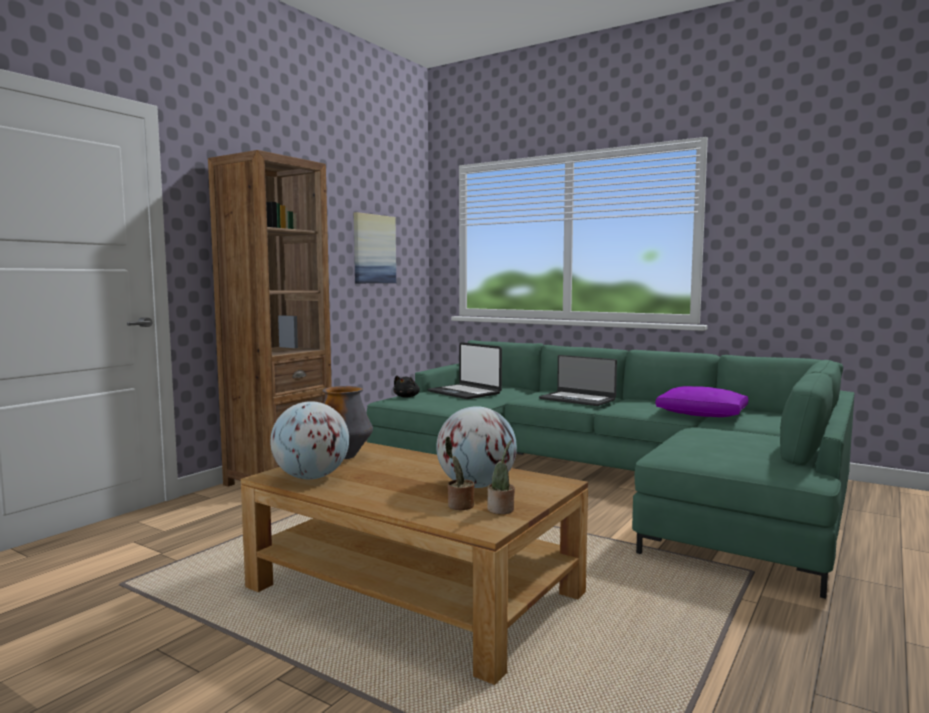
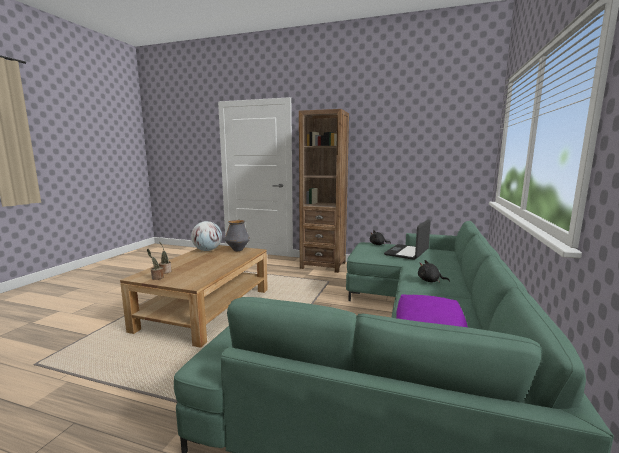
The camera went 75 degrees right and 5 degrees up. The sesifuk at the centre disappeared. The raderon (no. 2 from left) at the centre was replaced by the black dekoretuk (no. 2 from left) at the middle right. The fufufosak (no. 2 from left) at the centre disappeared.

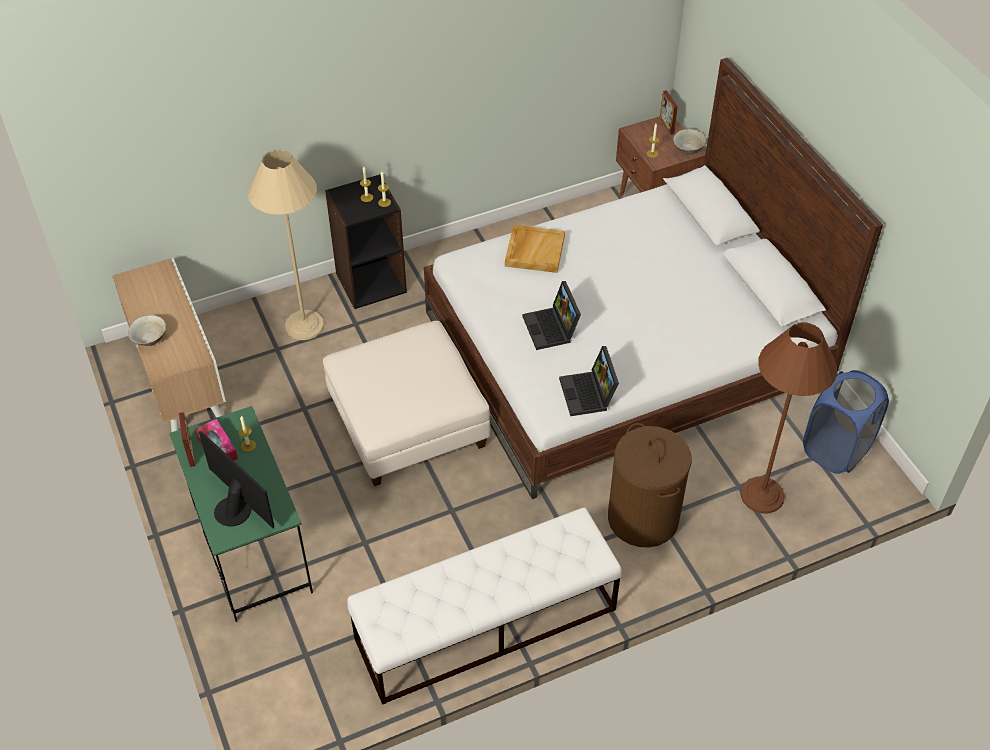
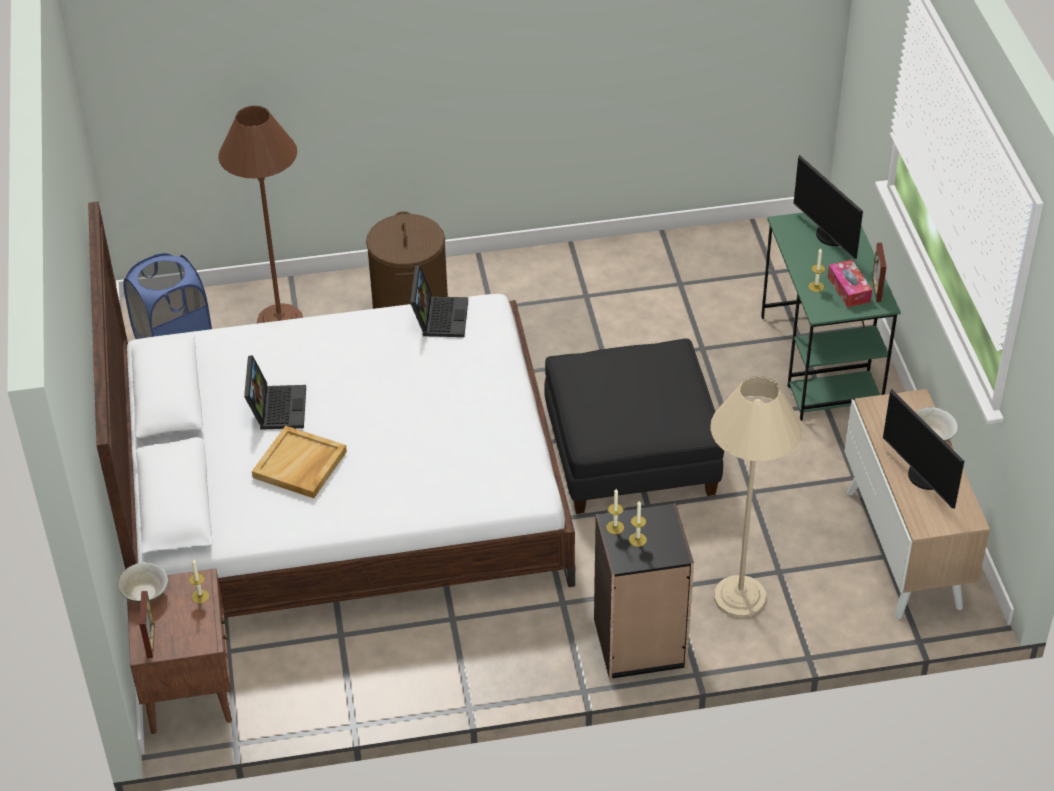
The camera went 165 degrees left and 5 degrees down. The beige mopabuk moved from the top centre to the middle left. The raderon (no. 1 from left) moved from the centre to the middle left. The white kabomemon at the centre became the black kabomemon at the centre. The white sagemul at the bottom centre disappeared. The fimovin (no. 2 from left) at the middle right appeared.

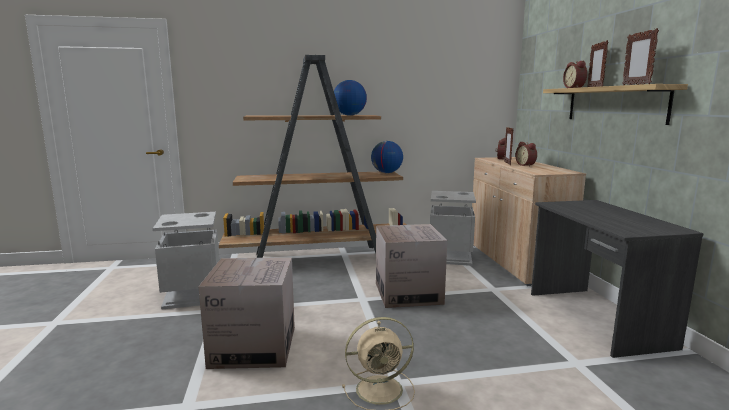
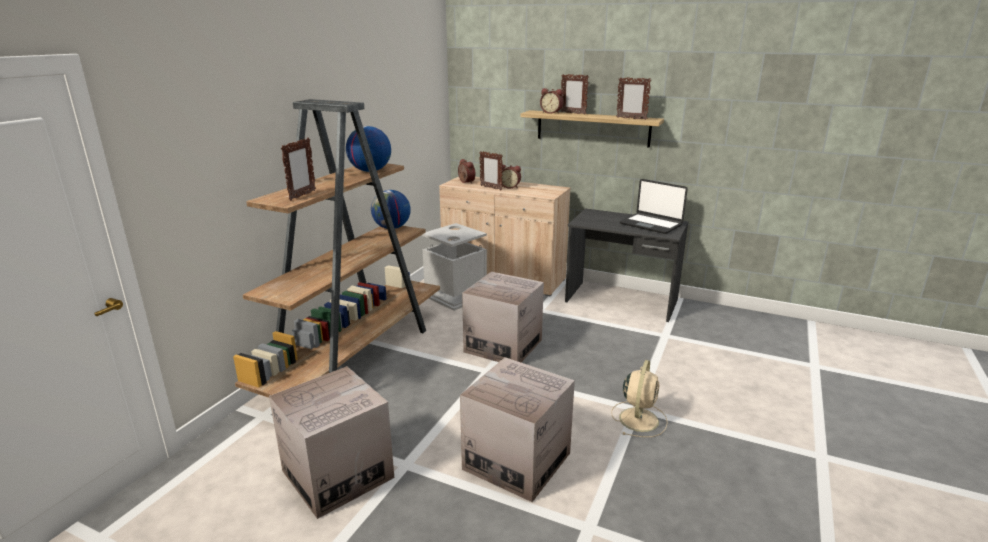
The camera went 55 degrees left and 10 degrees up. The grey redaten (no. 1 from left) at the middle left was replaced by the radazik (no. 1 from left) at the bottom centre. The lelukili (no. 1 from left) at the top left appeared. The raderon at the centre appeared.

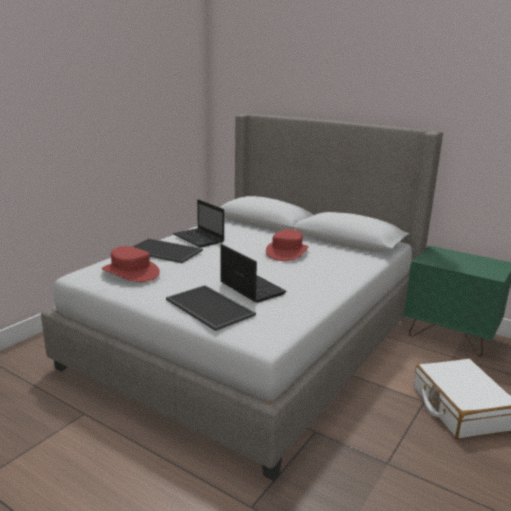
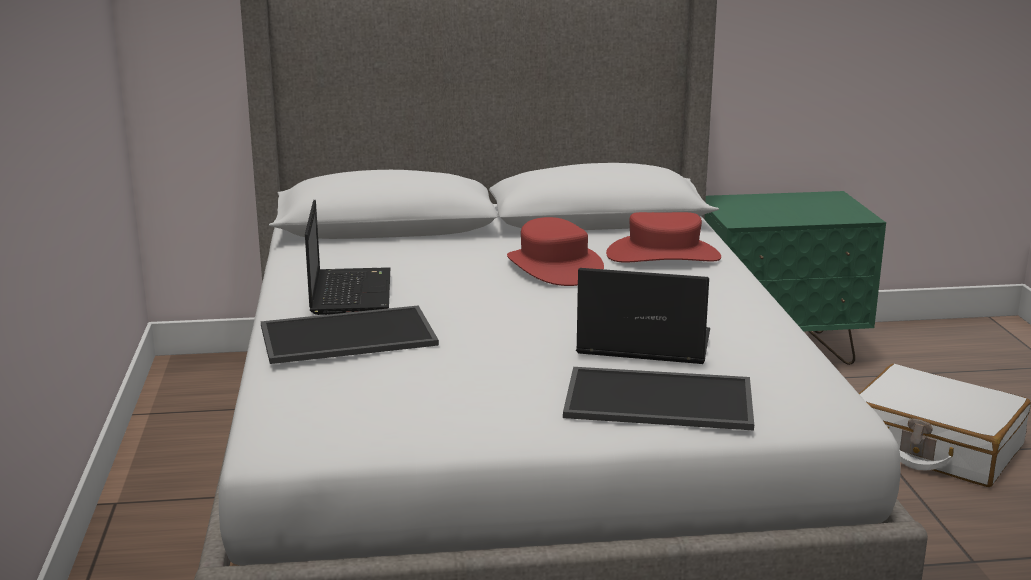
The camera went 40 degrees left and 0 degrees up. The raderon (no. 1 from left) at the centre turned 105 degrees counterclockwise. The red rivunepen (no. 1 from left in the first image) moved from the middle left to the centre.

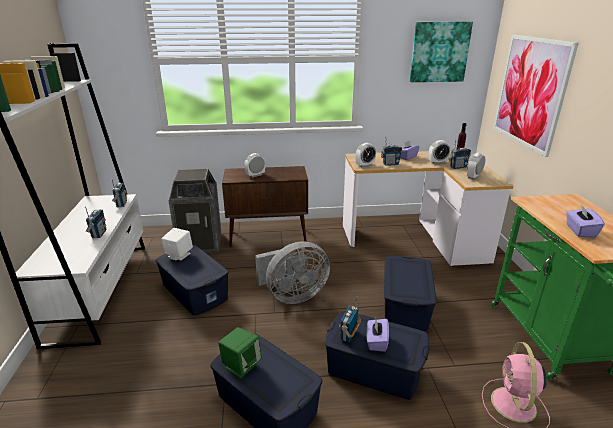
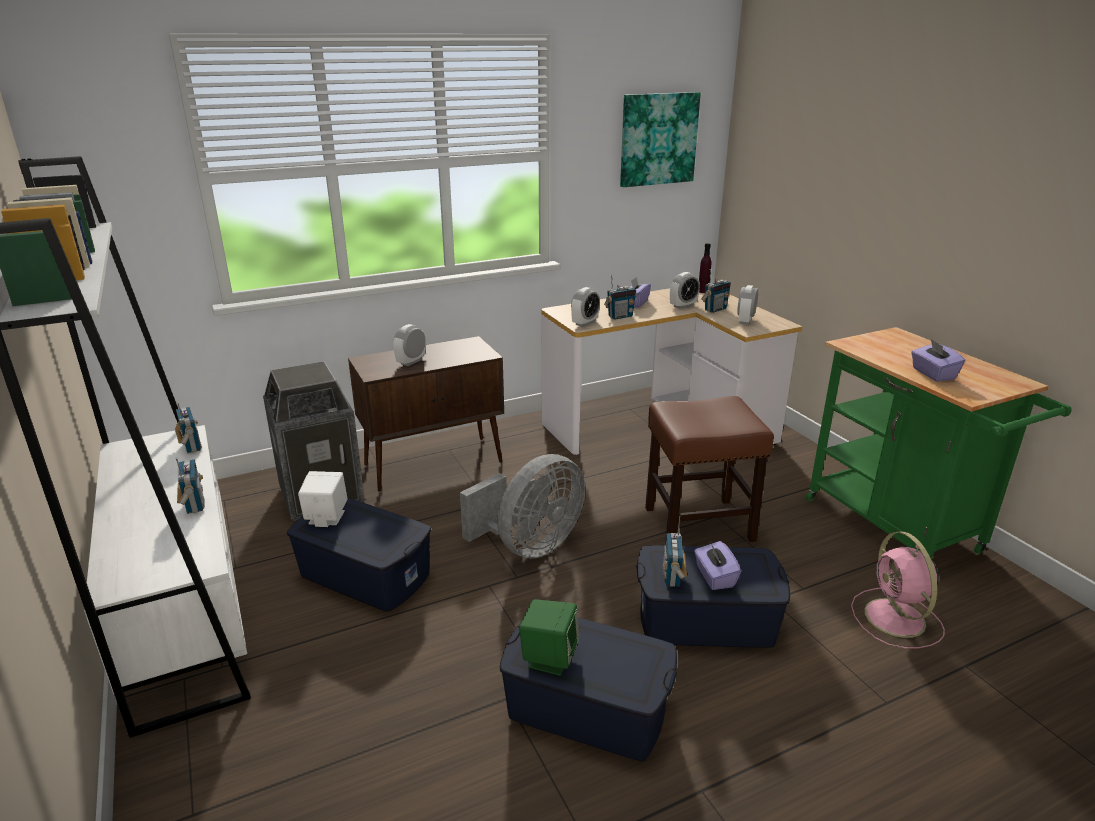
The camera went 20 degrees left and 0 degrees up. The sesifuk (no. 2 from left) at the top right disappeared. The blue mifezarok (no. 4 from left) at the bottom right was replaced by the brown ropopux at the centre.

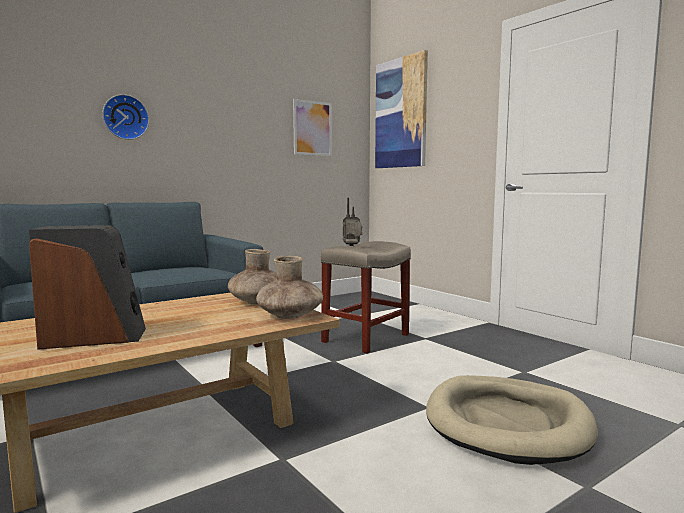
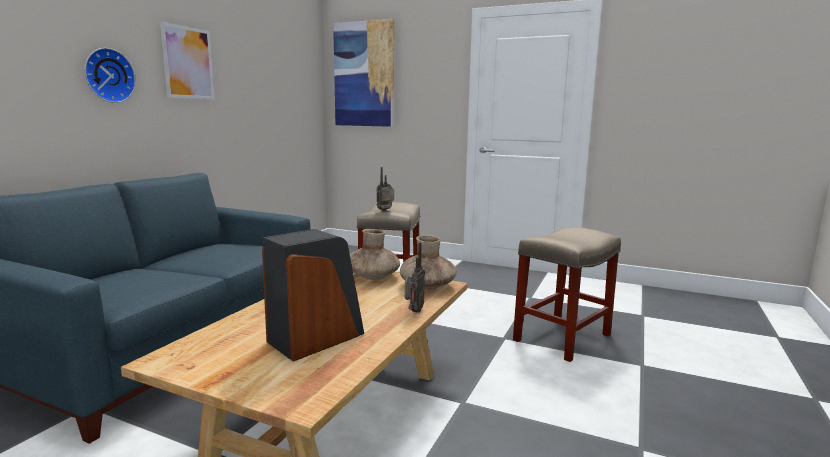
The camera went 30 degrees left and 5 degrees up. The sesifuk (no. 1 from left) moved from the top centre to the top left. The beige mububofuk at the bottom right was replaced by the beige ropopux (no. 2 from left) at the middle right. The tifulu (no. 2 from left) at the centre appeared.

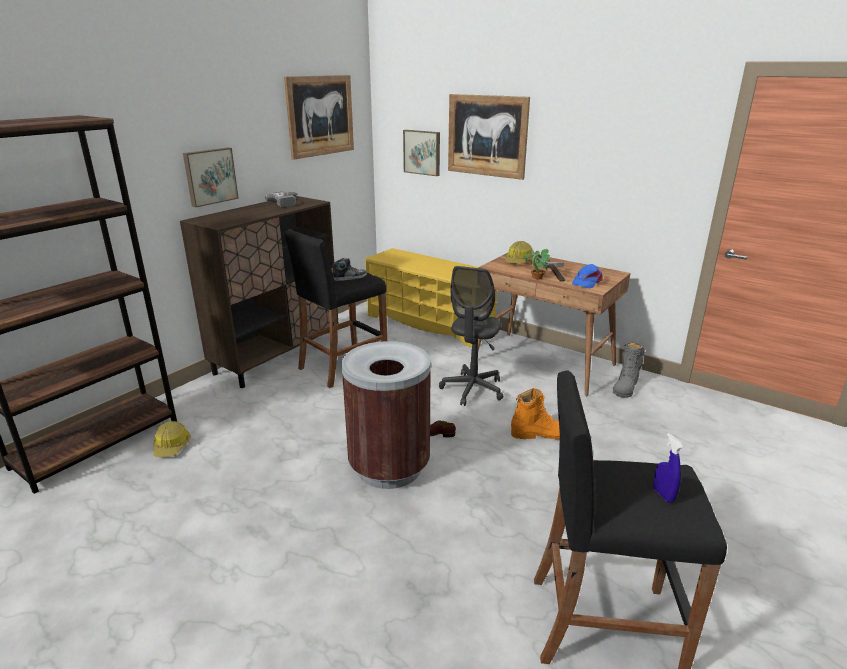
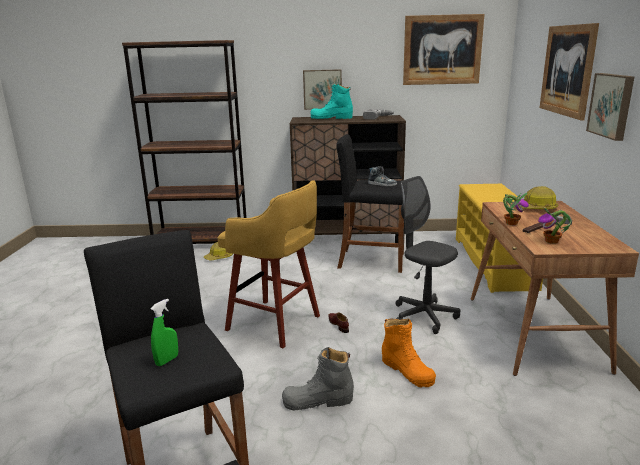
The camera went 55 degrees right and 5 degrees down. The sesifuk (no. 3 from left in the first image) moved from the top centre to the top right. The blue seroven at the middle right was replaced by the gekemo (no. 2 from left) at the middle right. The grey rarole at the centre turned 60 degrees clockwise. The brown redaten at the centre was replaced by the yellow ropopux at the centre. The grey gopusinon moved from the middle right to the bottom centre. The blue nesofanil at the bottom right became the green nesofanil at the bottom left. The turquoise gopusinon at the top centre appeared.

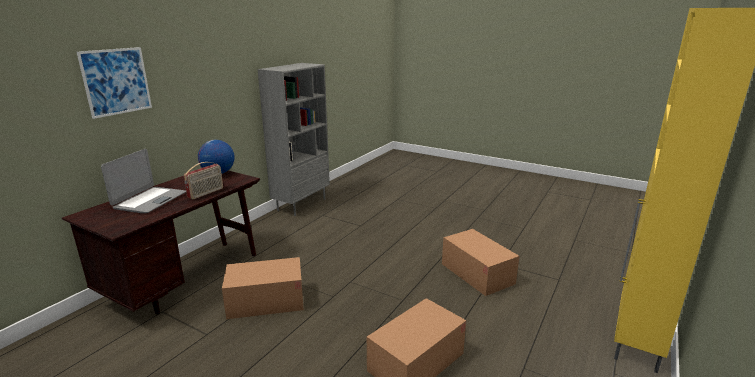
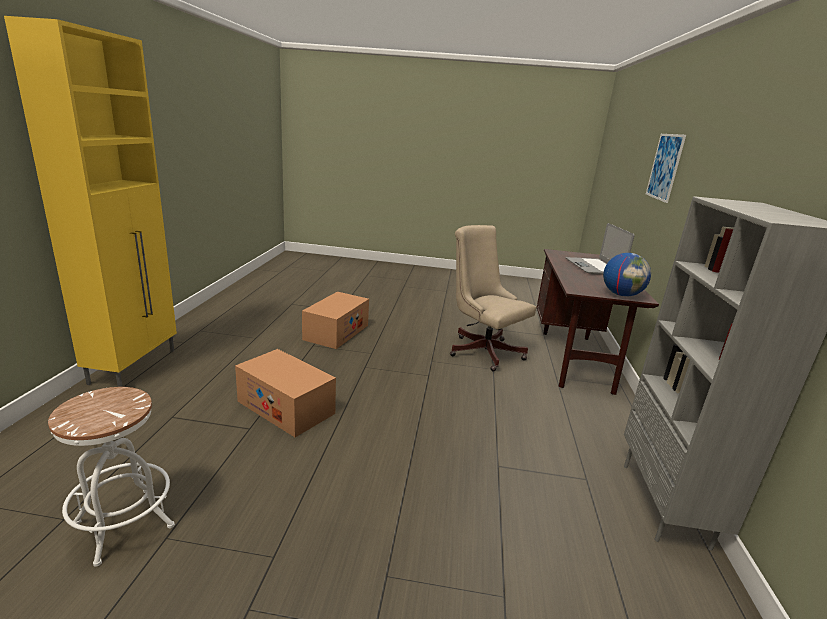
The camera went 155 degrees right and 0 degrees up. The tifulu at the middle left disappeared. The radazik (no. 1 from left) at the bottom centre was replaced by the beige rarole at the centre. The white ropopux at the bottom left appeared.

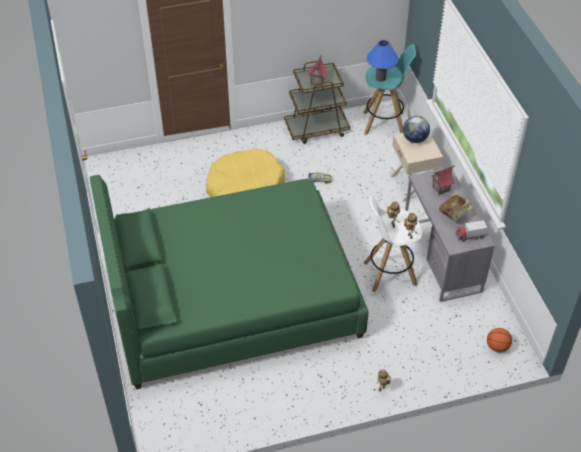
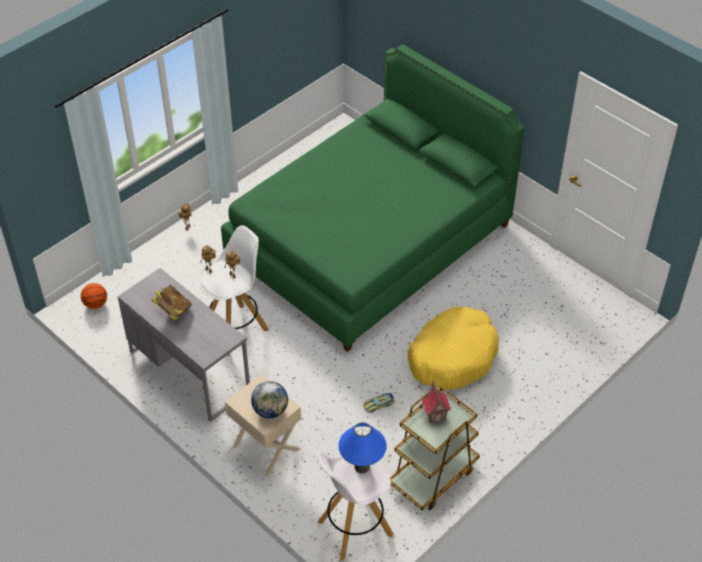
The camera went 150 degrees right and 0 degrees up. The turquoise ropopux at the top right became the white ropopux (no. 2 from left) at the bottom centre. The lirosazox (no. 2 from left) at the middle right disappeared. The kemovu at the middle right disappeared.

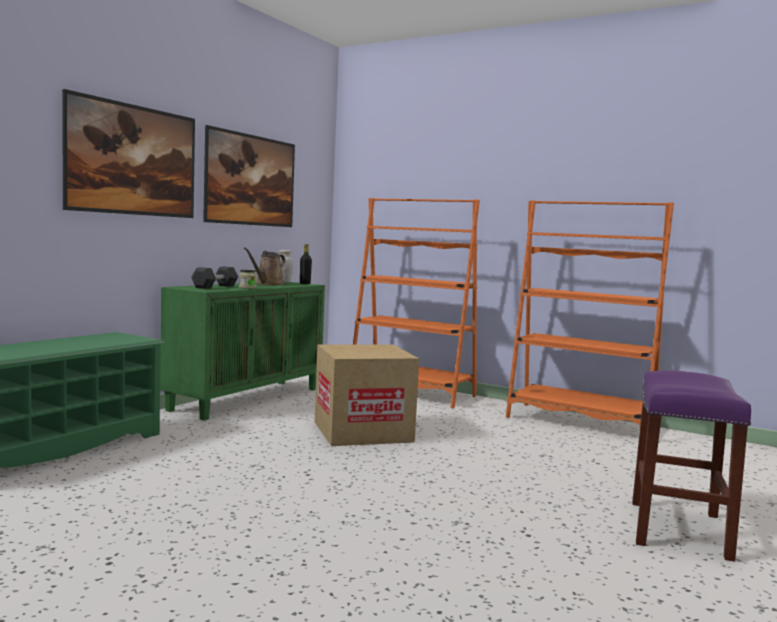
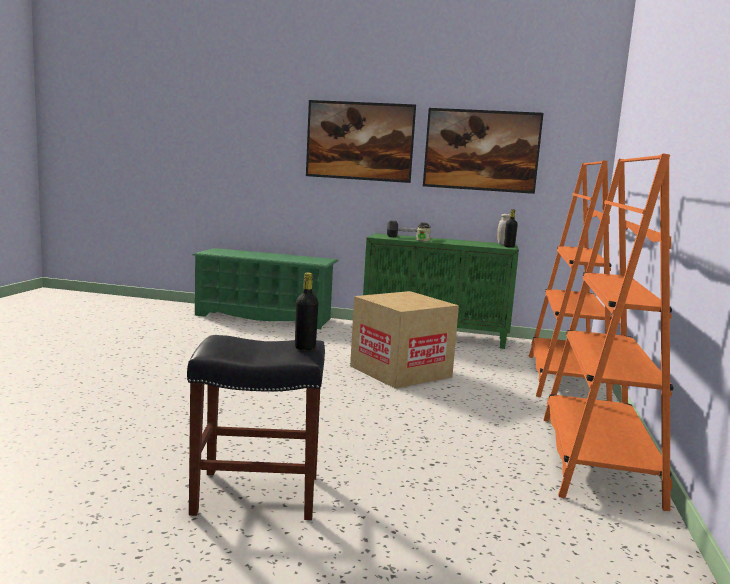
The camera went 70 degrees right and 5 degrees up. The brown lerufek at the centre disappeared. The purple ropopux at the bottom right became the black ropopux at the bottom centre. The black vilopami (no. 1 from left) at the centre appeared.

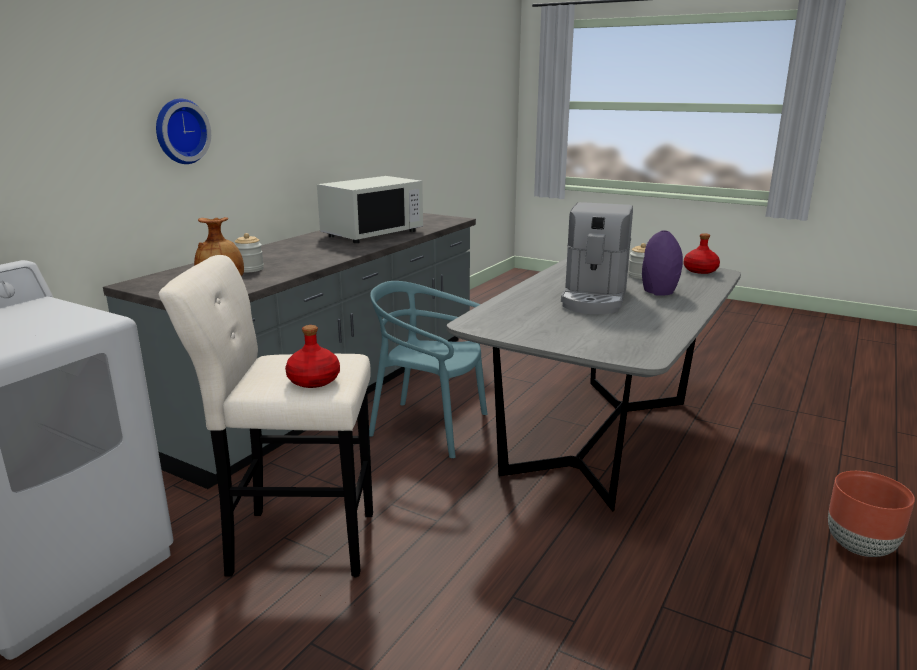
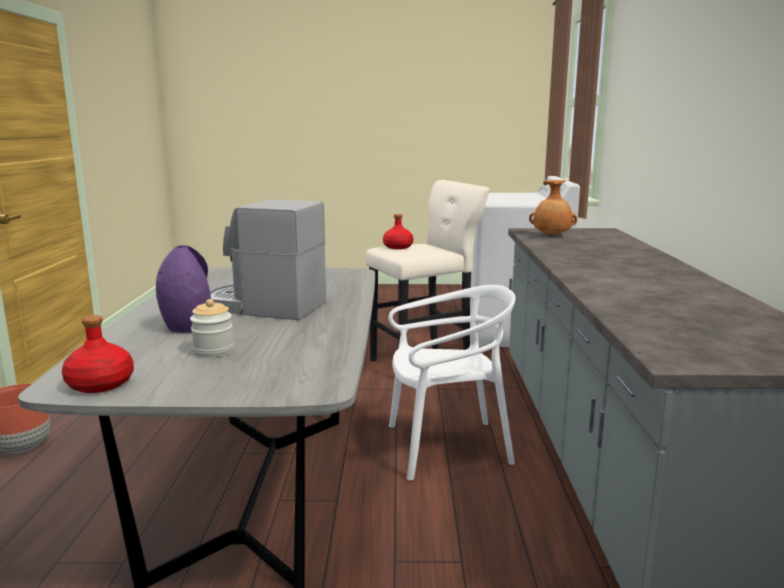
The camera went 150 degrees right and 5 degrees down. The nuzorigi at the top left disappeared. The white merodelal at the top centre disappeared. The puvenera at the centre turned 60 degrees counterclockwise. The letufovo (no. 1 from left) at the middle left disappeared. The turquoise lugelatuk at the centre became the white lugelatuk at the centre.

